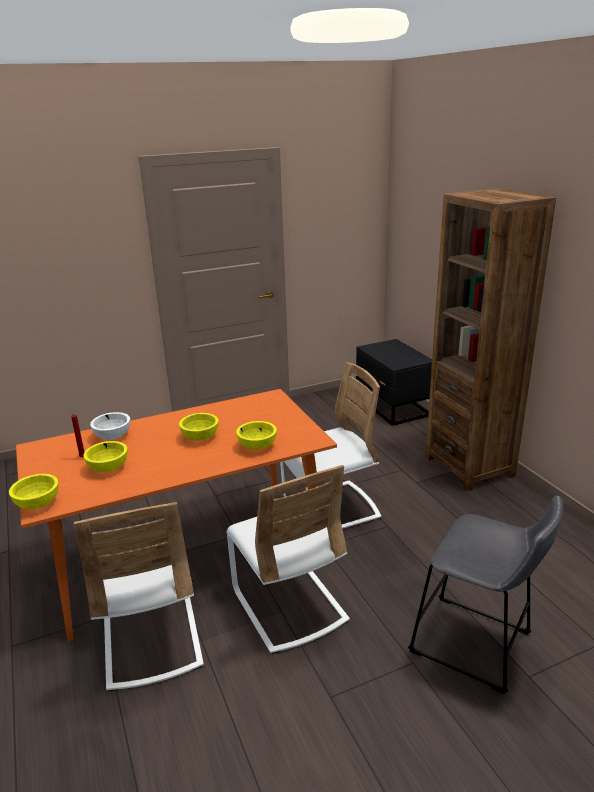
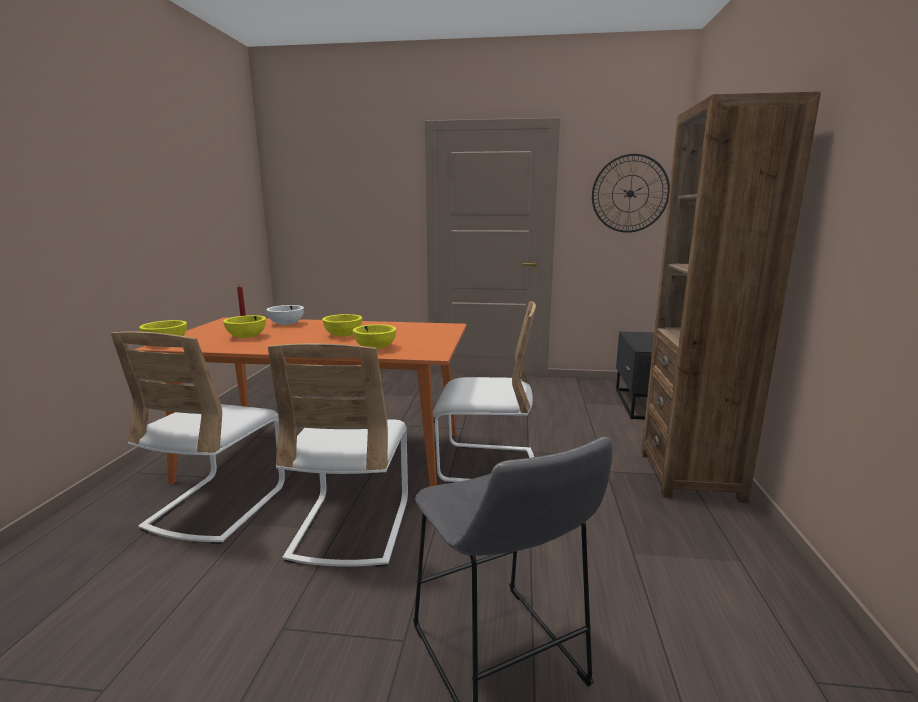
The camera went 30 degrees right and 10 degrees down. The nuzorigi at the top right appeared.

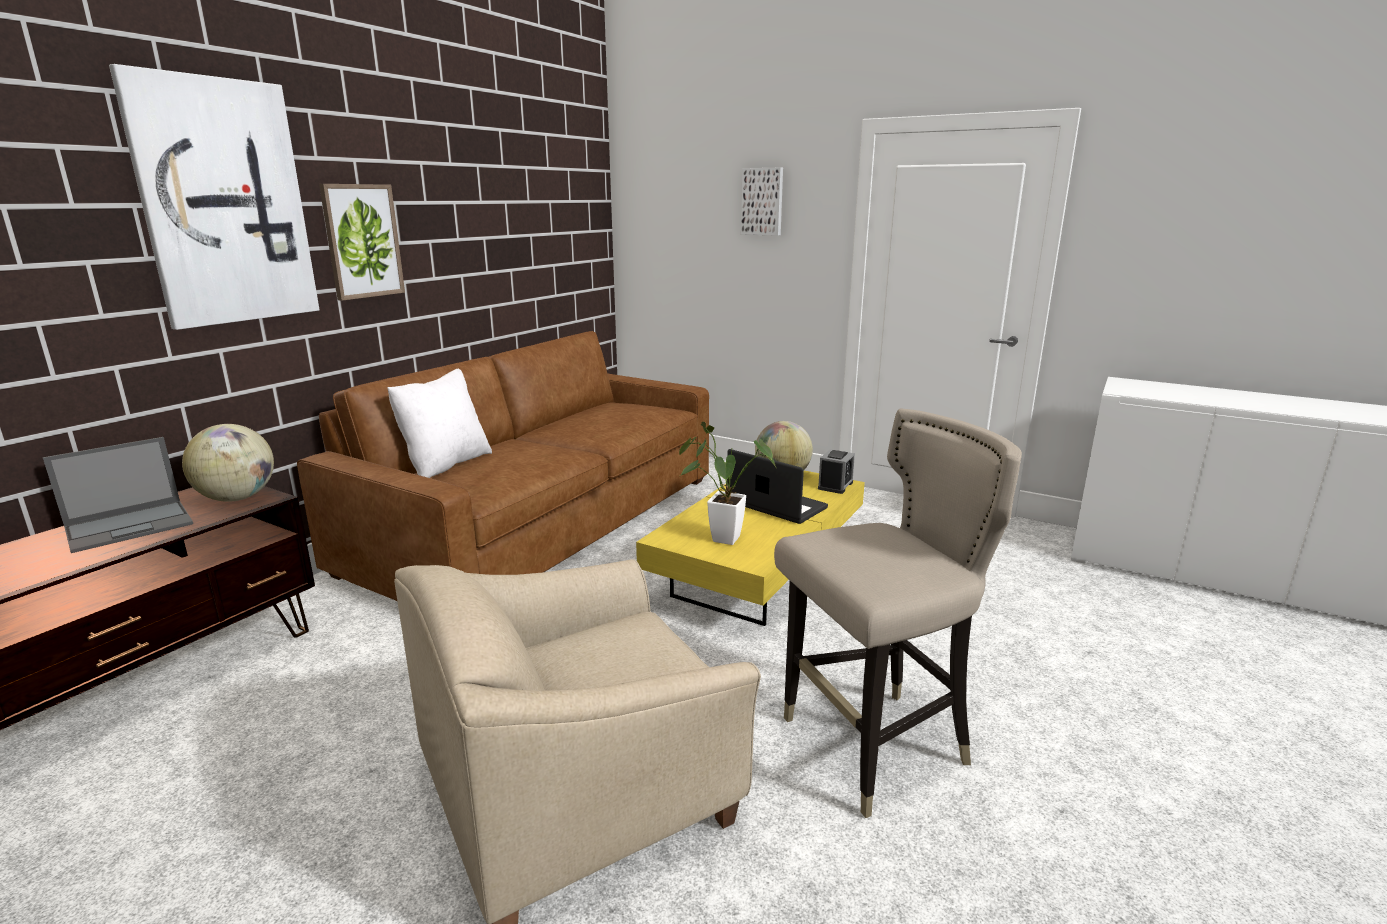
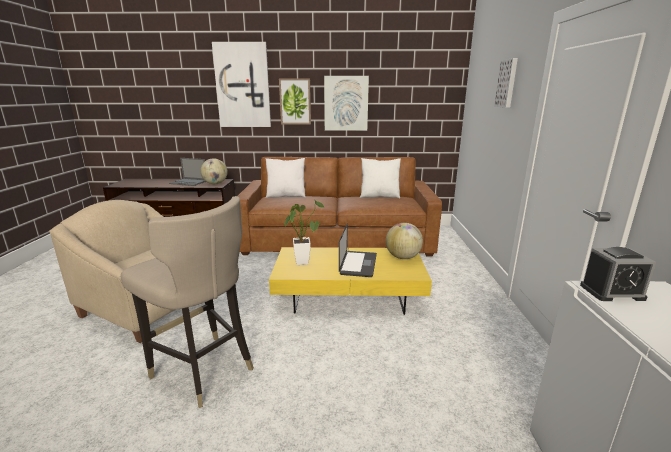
The camera went 60 degrees right and 0 degrees up. The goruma moved from the centre to the middle right. The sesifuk (no. 3 from left) at the top centre appeared. The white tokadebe (no. 2 from left) at the centre appeared.

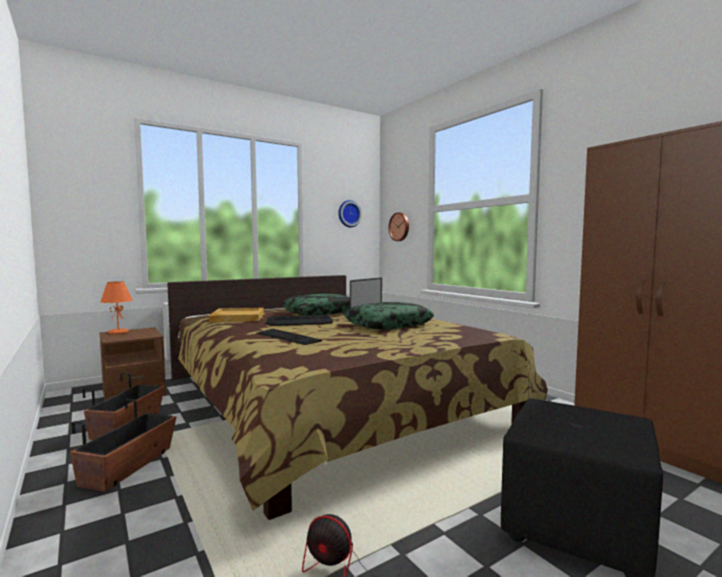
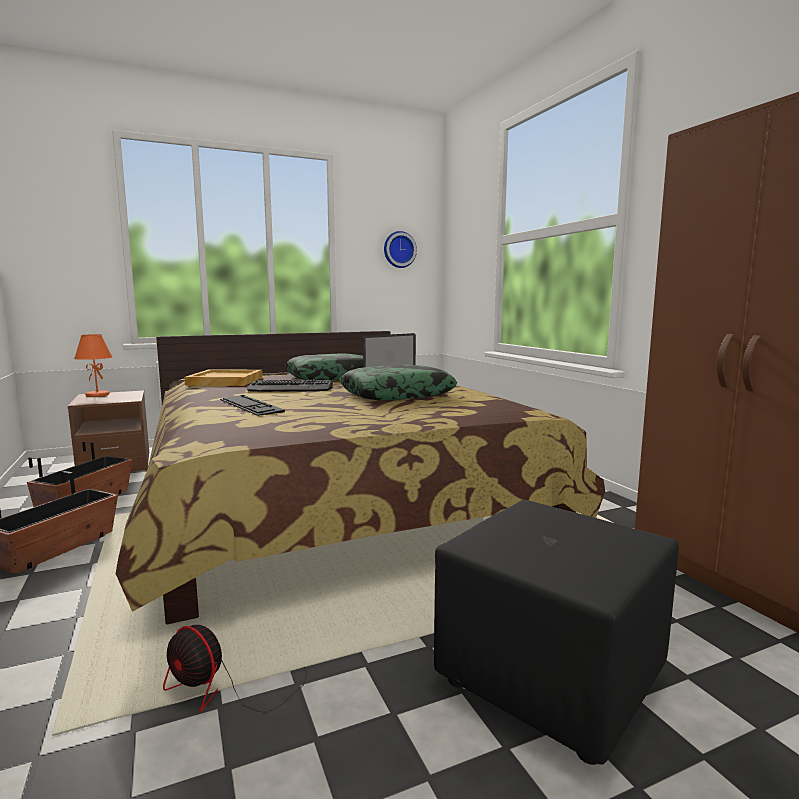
The camera went 10 degrees right and 5 degrees up. The nuzorigi (no. 2 from left) at the centre disappeared.

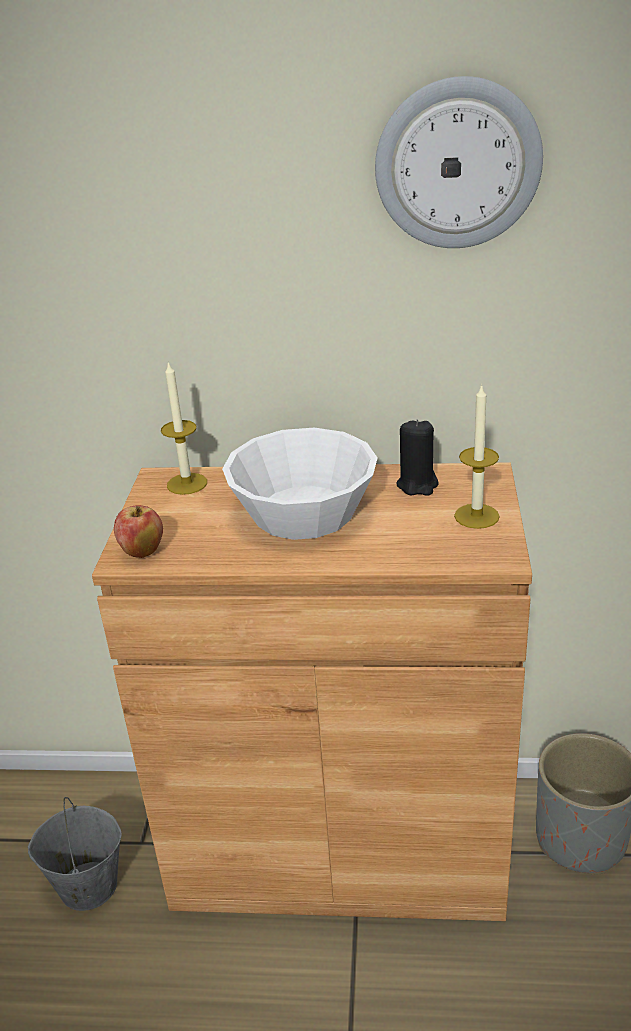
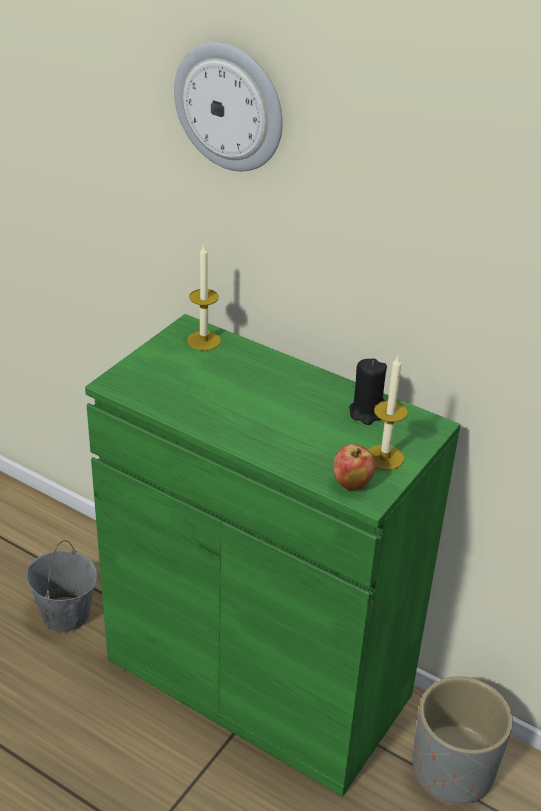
The camera went 25 degrees right and 5 degrees up. The nuzorigi moved from the top right to the top centre. The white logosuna at the centre disappeared. The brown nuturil at the bottom centre became the green nuturil at the bottom centre. The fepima moved from the middle left to the centre.

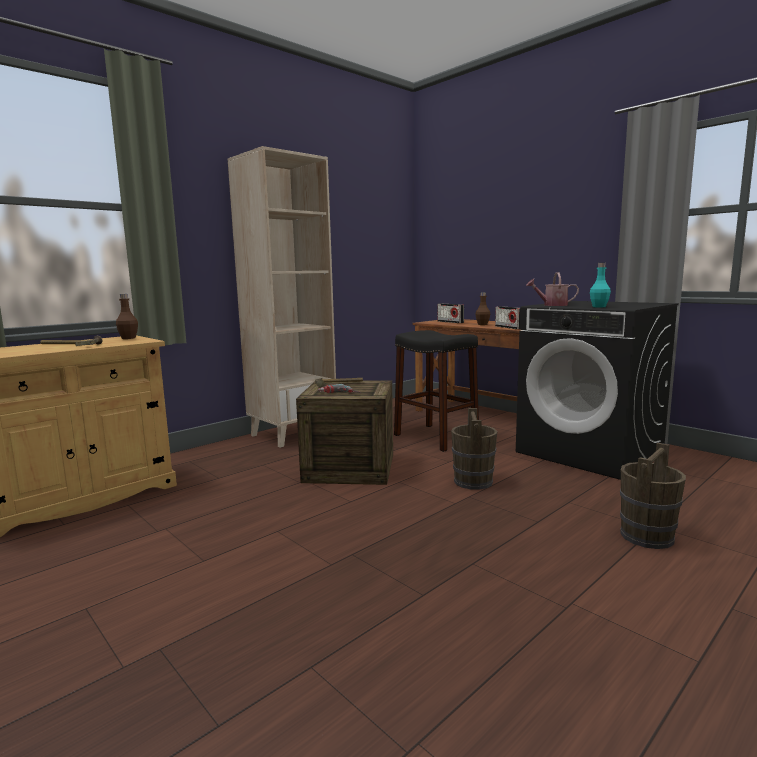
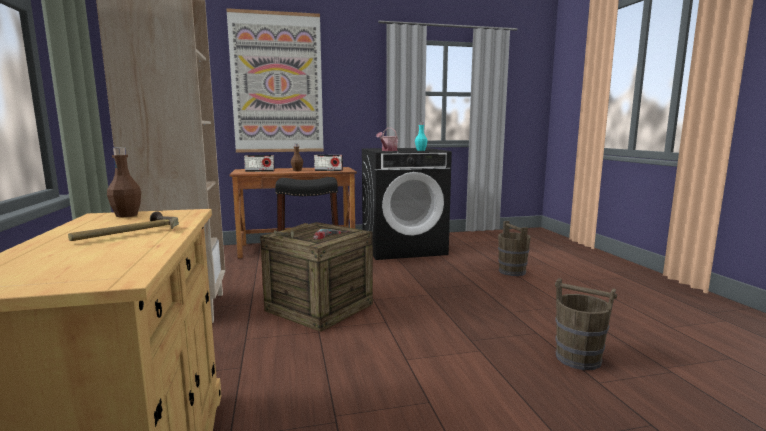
The camera went 60 degrees left and 0 degrees up. The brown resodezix (no. 1 from left in the first image) moved from the centre to the bottom right. The sesifuk at the top centre appeared.

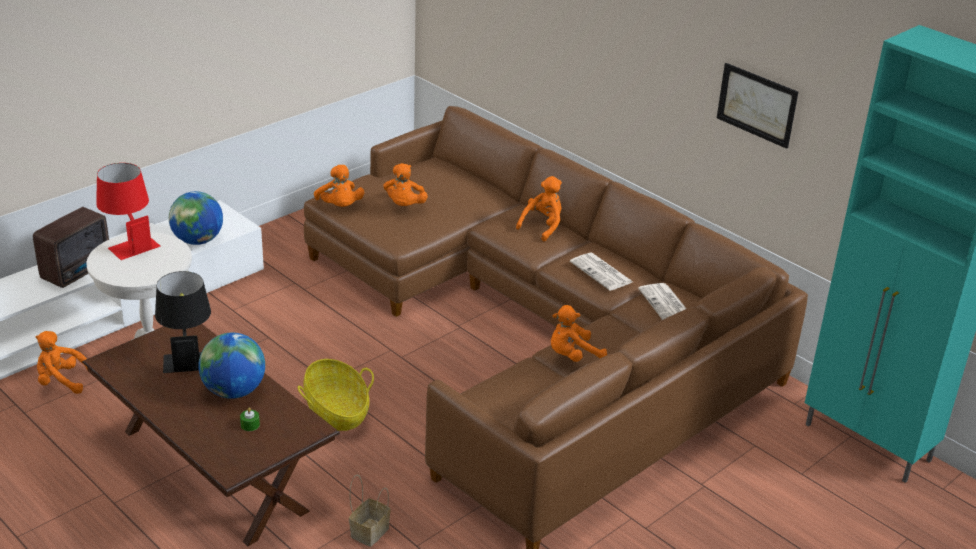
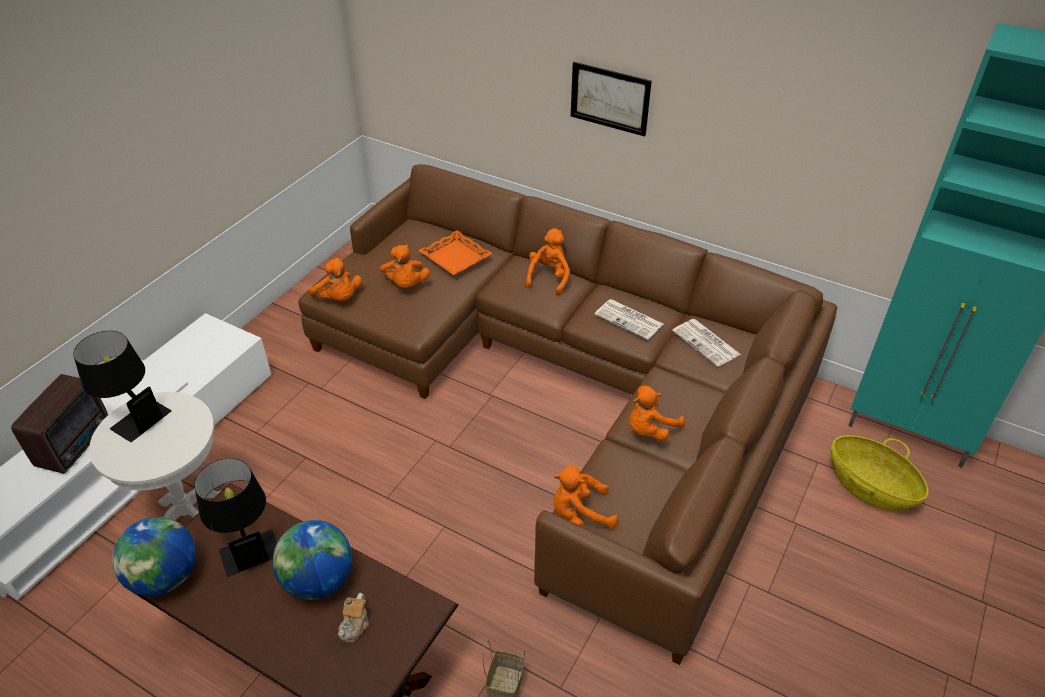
The camera went 15 degrees left and 10 degrees up. The sesifuk moved from the top right to the top centre. The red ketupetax at the middle left became the black ketupetax (no. 1 from left) at the middle left. The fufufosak (no. 1 from left) moved from the middle left to the bottom left. The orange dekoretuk (no. 1 from left in the first image) moved from the middle left to the bottom centre. The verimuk (no. 1 from left in the first image) moved from the bottom centre to the bottom right. The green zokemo at the bottom left was replaced by the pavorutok at the bottom centre. The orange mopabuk at the centre appeared.

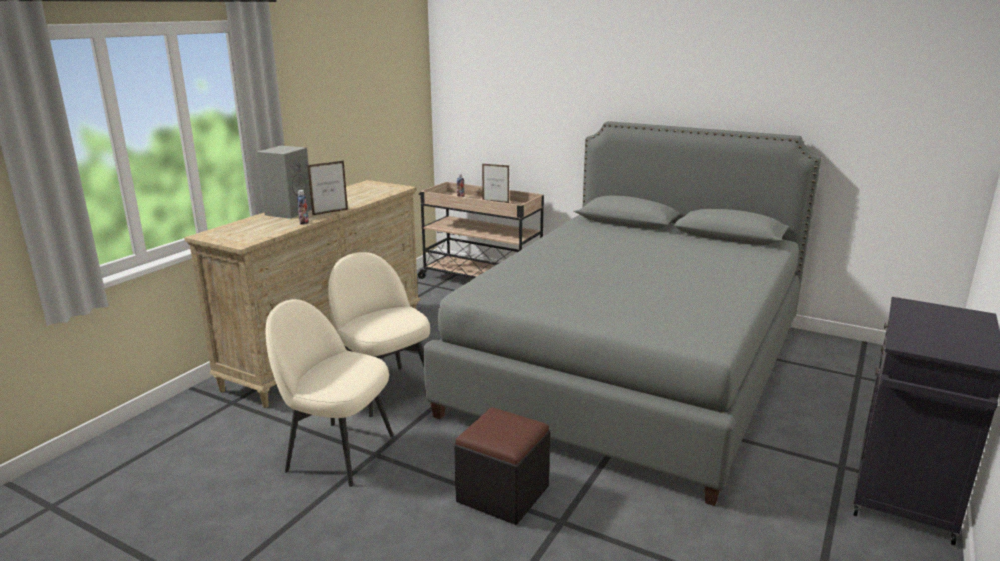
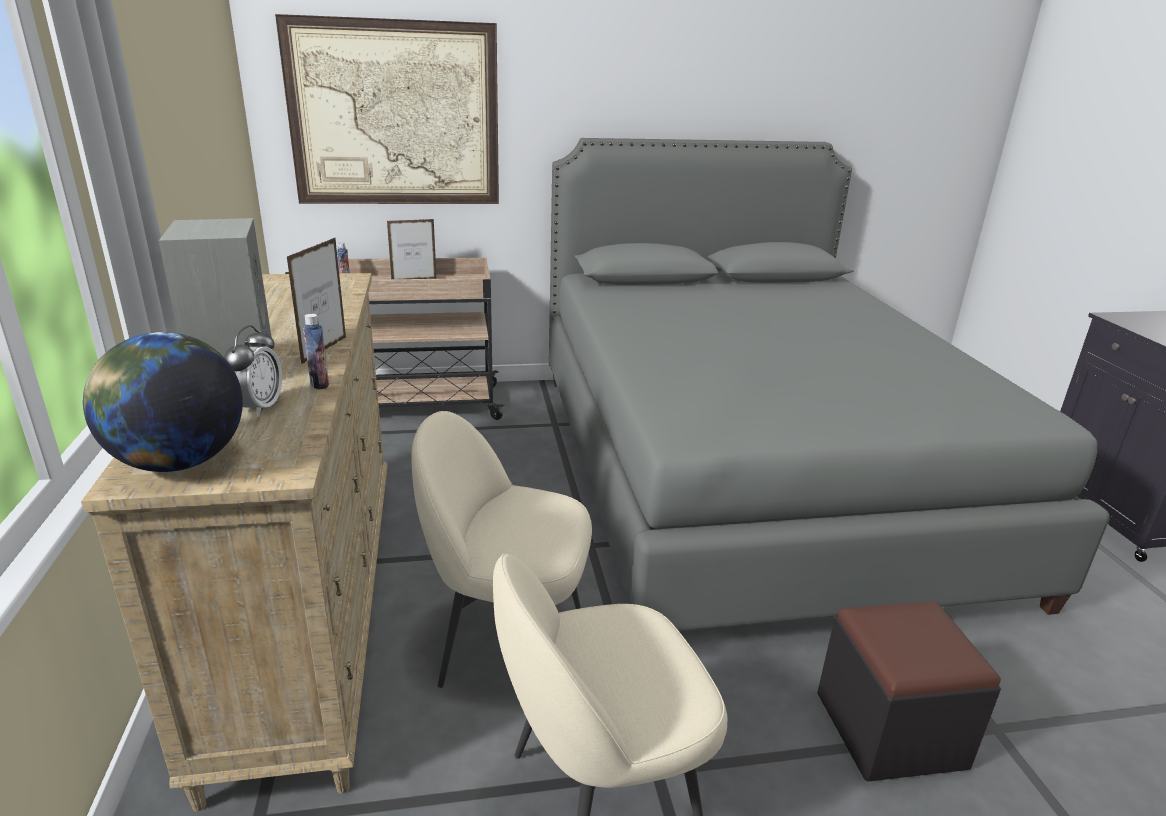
The camera went 40 degrees left and 5 degrees up. The sesifuk at the top left appeared. The goruma at the middle left appeared. The fufufosak at the middle left appeared.

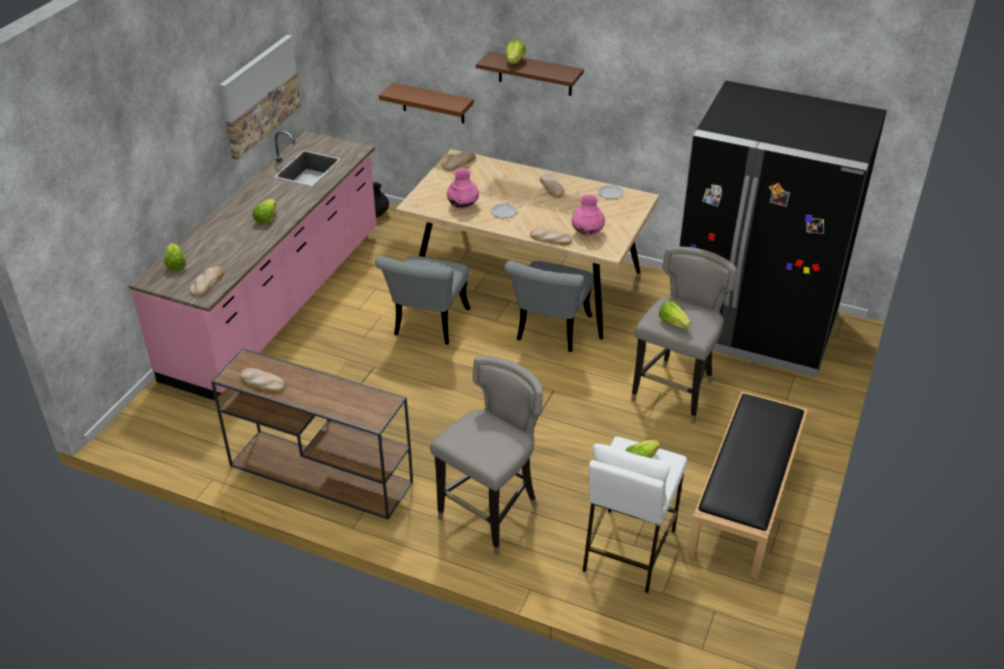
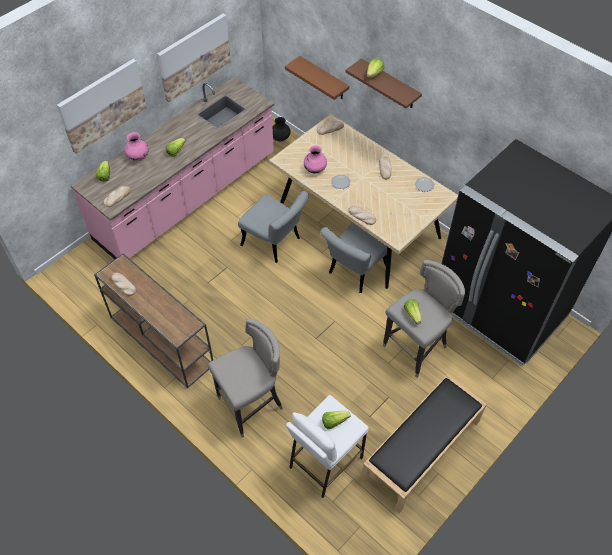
The camera went 20 degrees right and 15 degrees up. The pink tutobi (no. 2 from left in the first image) moved from the top centre to the top left. The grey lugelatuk (no. 1 from left) at the centre turned 90 degrees counterclockwise. The sesifuk (no. 1 from left) at the top left appeared.

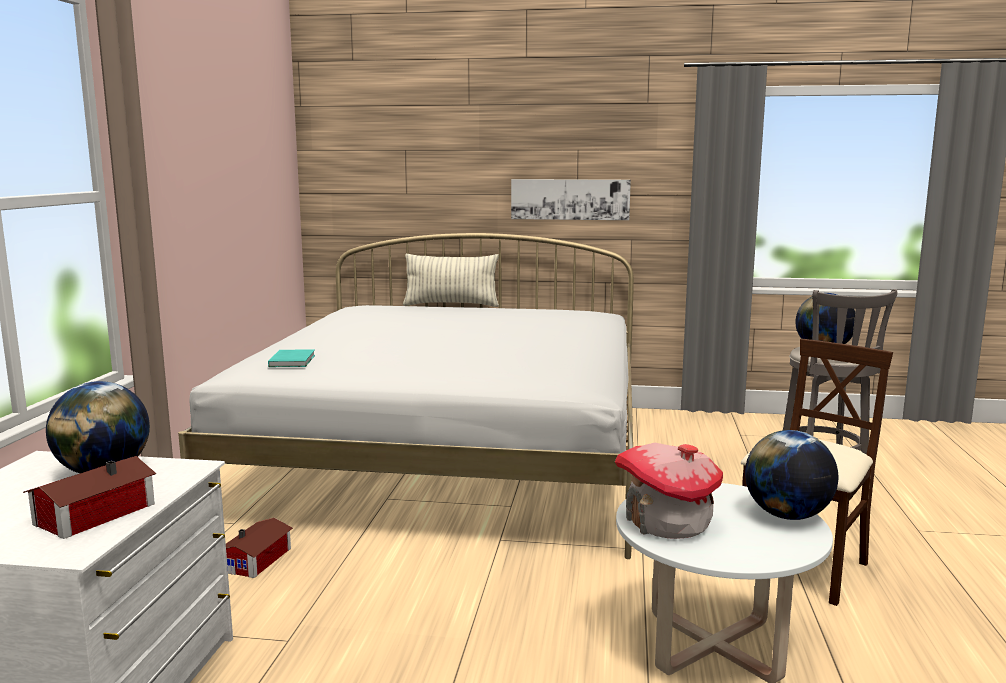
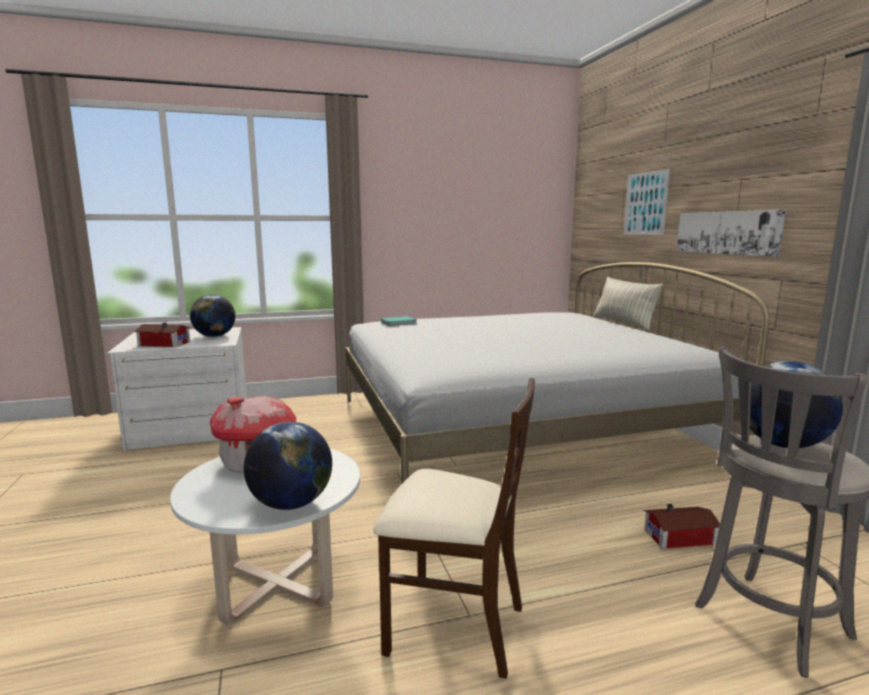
The camera went 65 degrees right and 0 degrees up. The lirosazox (no. 2 from left in the first image) moved from the bottom left to the bottom right. The sesifuk (no. 1 from left) at the top right appeared.

